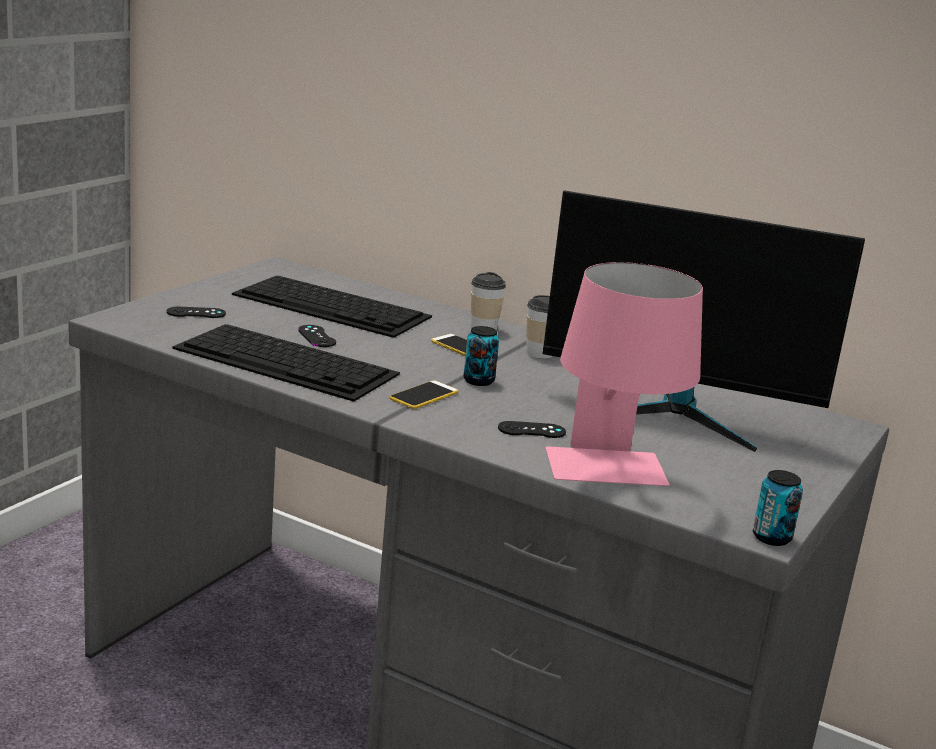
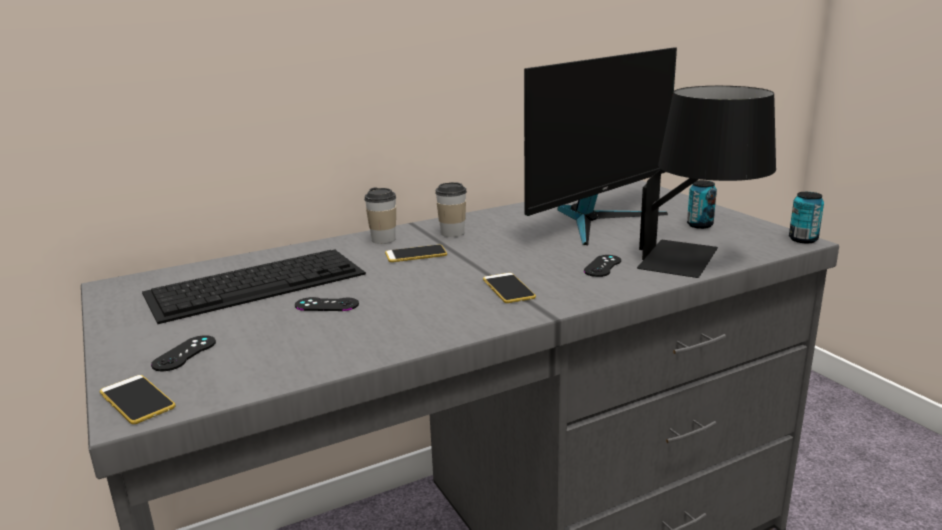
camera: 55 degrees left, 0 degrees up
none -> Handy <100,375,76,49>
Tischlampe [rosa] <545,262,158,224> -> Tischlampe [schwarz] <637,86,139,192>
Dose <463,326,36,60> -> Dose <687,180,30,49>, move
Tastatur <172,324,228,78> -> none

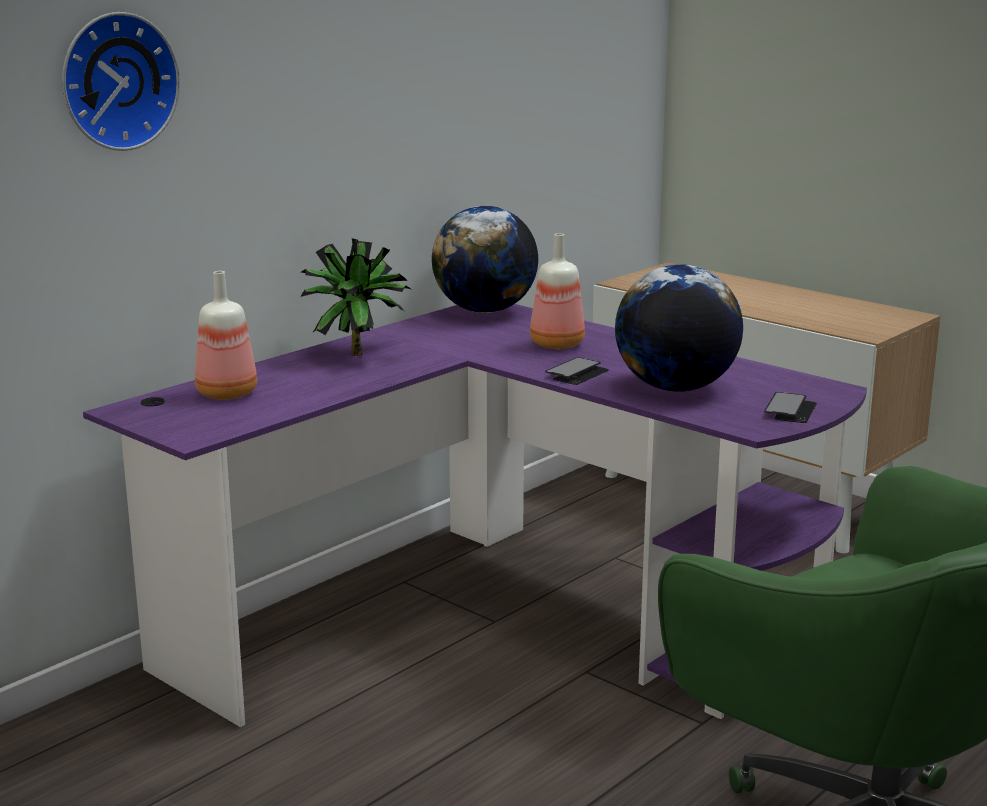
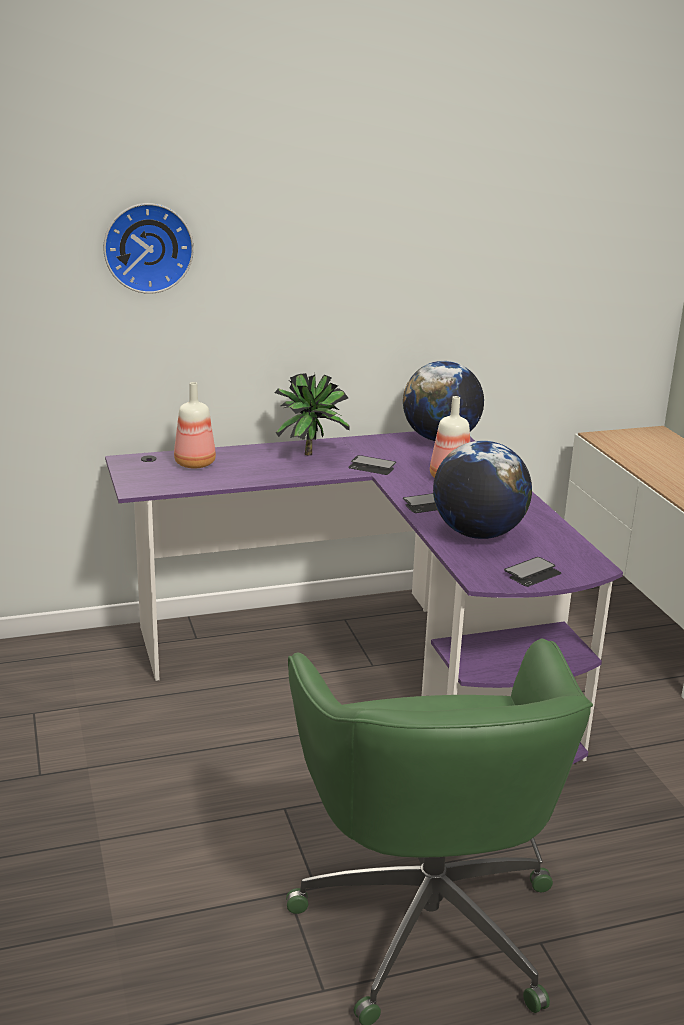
camera: 30 degrees right, 5 degrees up
none -> Handy <348,455,48,20>

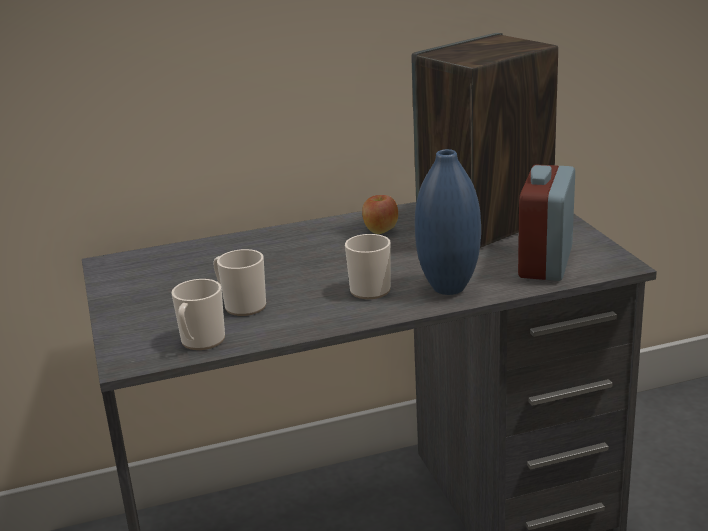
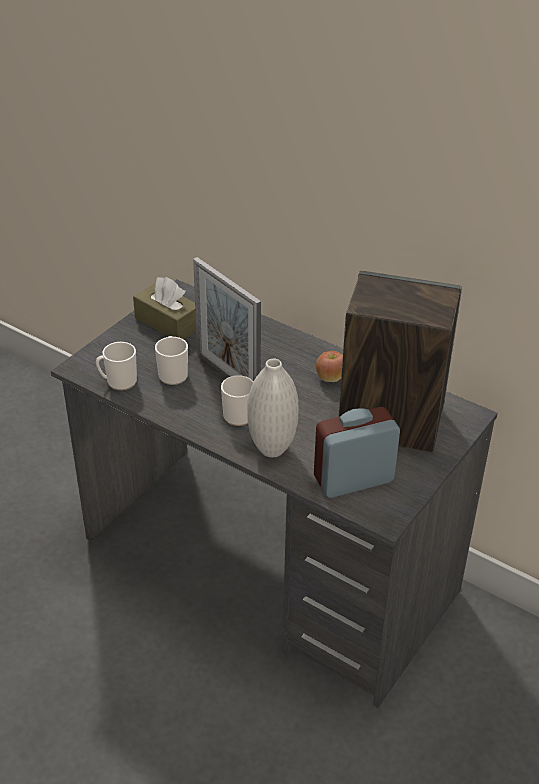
camera: 50 degrees right, 15 degrees up
none -> Taschentuchbox [braun] <133,277,63,62>
none -> Bilderrahmen <193,257,68,124>
Vase [blau] <415,149,66,146> -> Vase [weiß] <247,359,52,98>

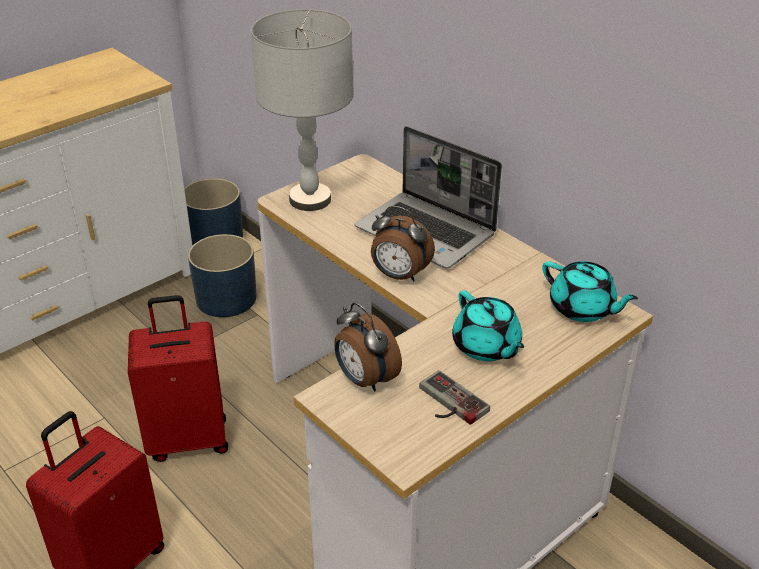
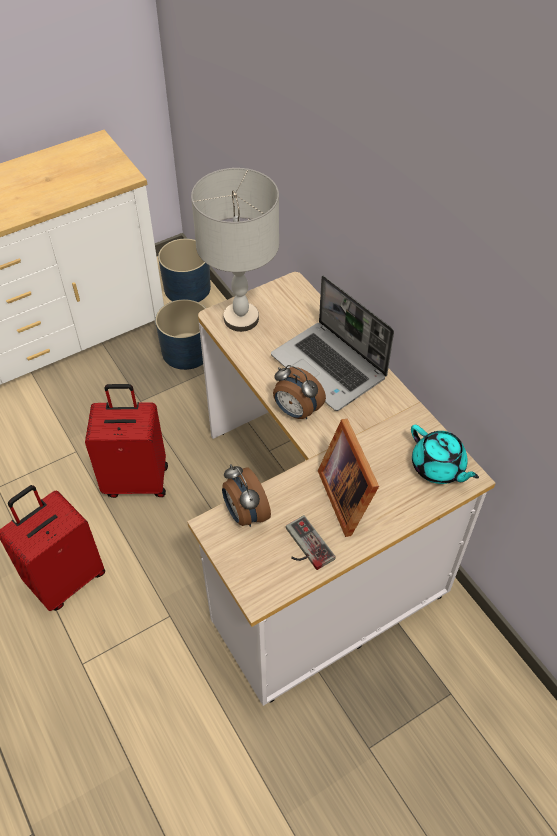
camera: 10 degrees right, 15 degrees up
Teekanne [türkis] <452,290,72,71> -> Bilderrahmen <318,419,61,118>

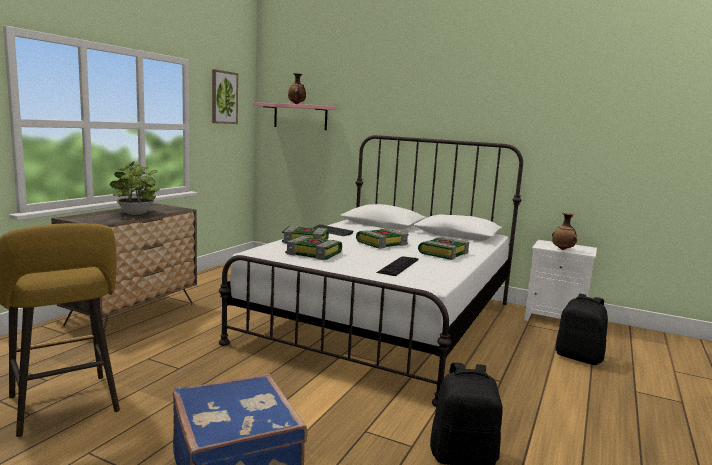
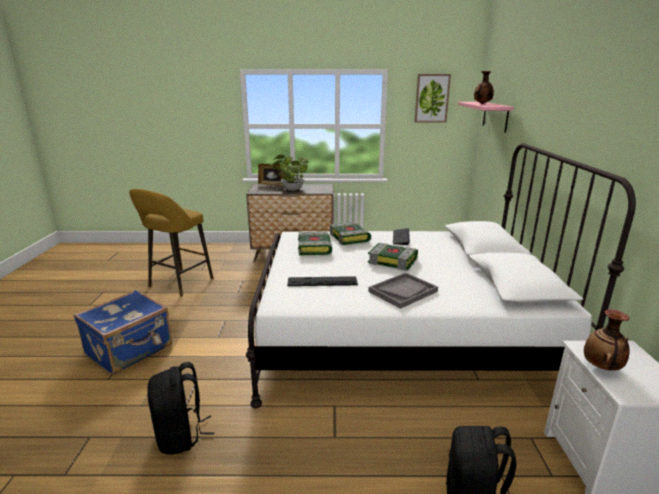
camera: 65 degrees right, 10 degrees up
none -> Bilderrahmen <258,164,26,22>
Buch <418,237,51,23> -> Tablett [grau] <368,272,70,37>

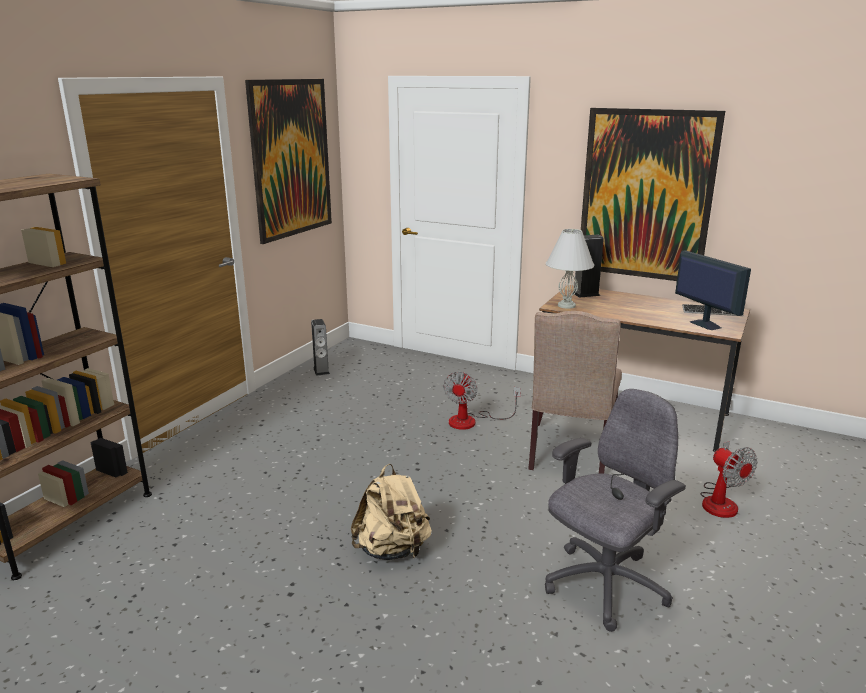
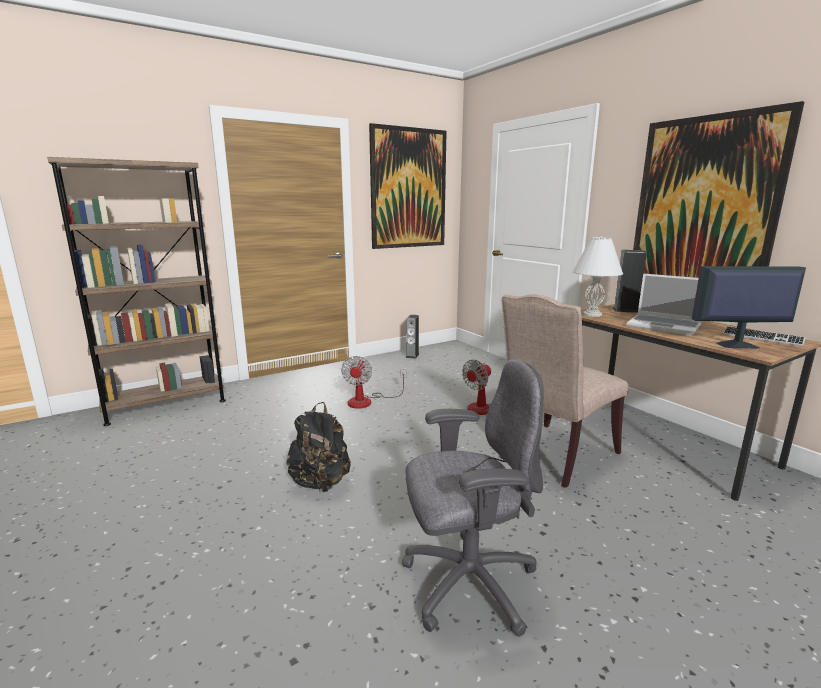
camera: 30 degrees right, 5 degrees down
Rucksack [beige] <351,464,81,96> -> Rucksack [schwarz] <286,402,65,90>
Ventilator <700,441,57,77> -> Ventilator <341,356,65,53>, move
none -> Laptop <627,273,75,63>
Monitor <675,250,76,80> -> Monitor <692,266,114,82>, 90 degrees counterclockwise

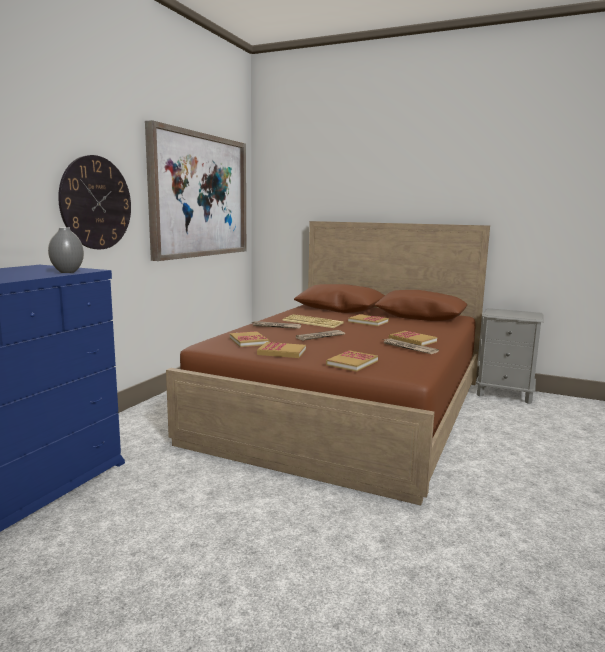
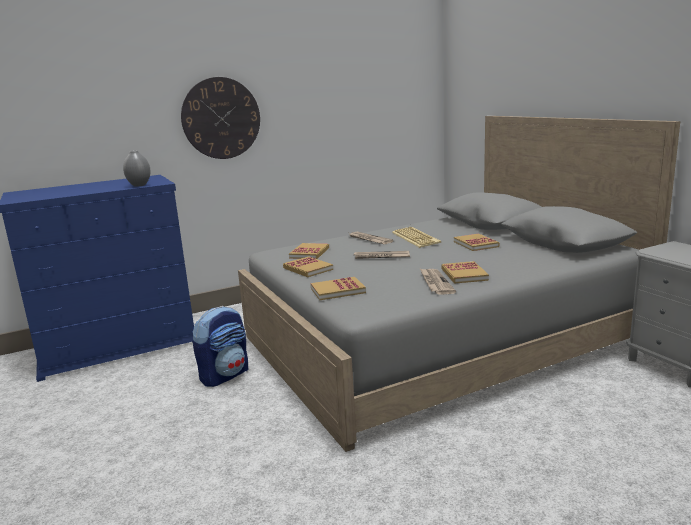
camera: 40 degrees right, 5 degrees up
none -> Rucksack <192,306,56,81>
Bett [braun] <166,221,324,284> -> Bett [grau] <238,116,442,336>
Bild <145,120,101,141> -> none

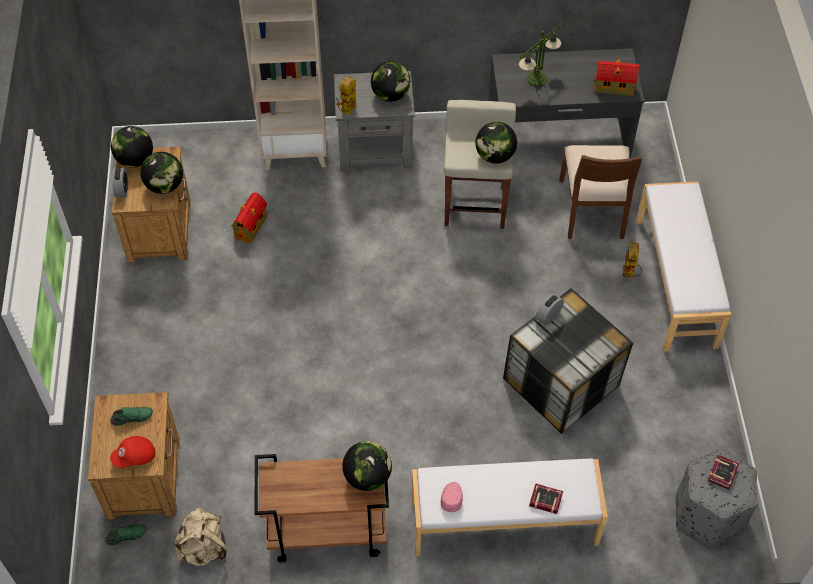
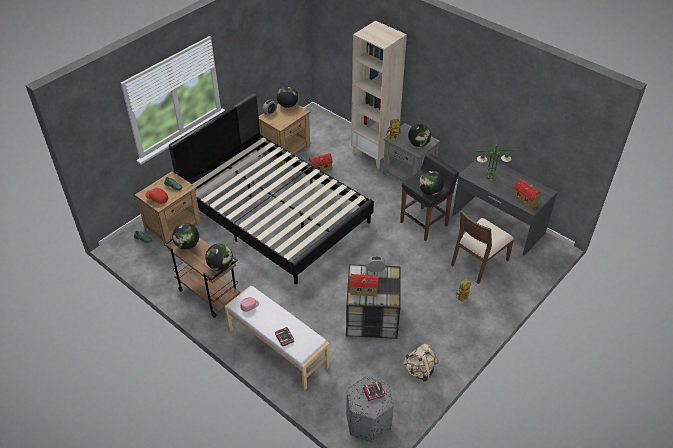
camera: 45 degrees right, 10 degrees down
none -> Bett [schwarz] <169,94,205,190>
Globus <140,152,43,42> -> Globus <172,223,27,27>, move
none -> Spielzeughaus <350,273,29,24>
Hocker [beige] <444,100,72,129> -> Hocker [schwarz] <400,153,59,88>
Rucksack [beige] <174,508,53,59> -> Rucksack [beige] <403,344,35,38>, move
Bank [weiß] <636,181,96,171> -> none

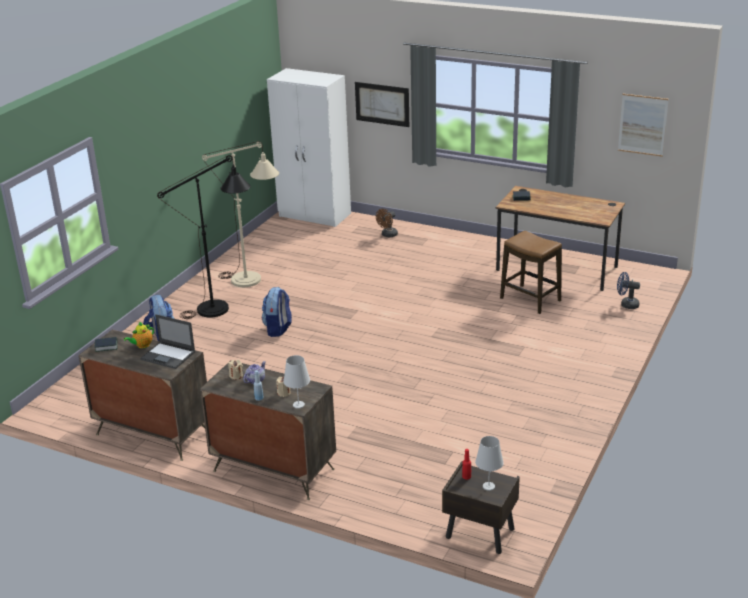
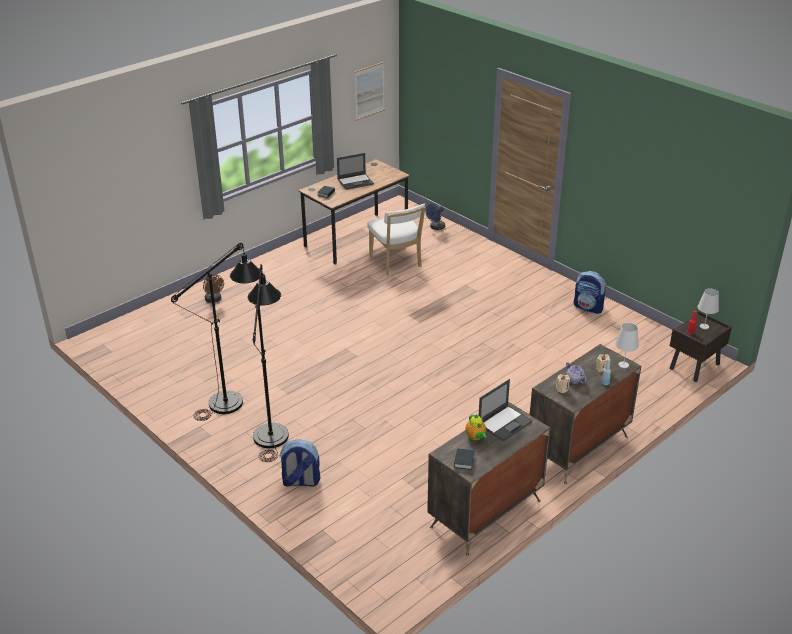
camera: 70 degrees left, 5 degrees up
Stehlampe [beige] <202,141,77,146> -> Stehlampe [schwarz] <171,243,90,178>
none -> Laptop <337,153,37,37>
Hocker <500,230,62,84> -> Stuhl [weiß] <367,204,59,71>
Rucksack <262,287,30,50> -> Rucksack <574,271,33,43>, move
Kleiderschrank [weiß] <267,68,84,159> -> none
Bild <355,82,54,45> -> none

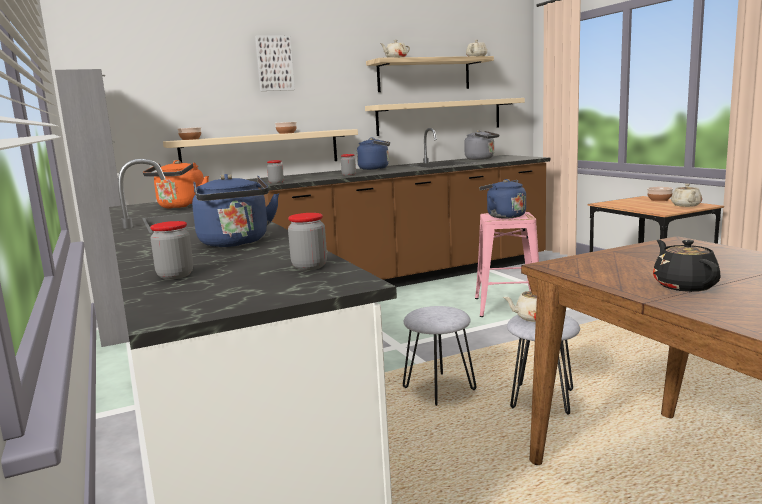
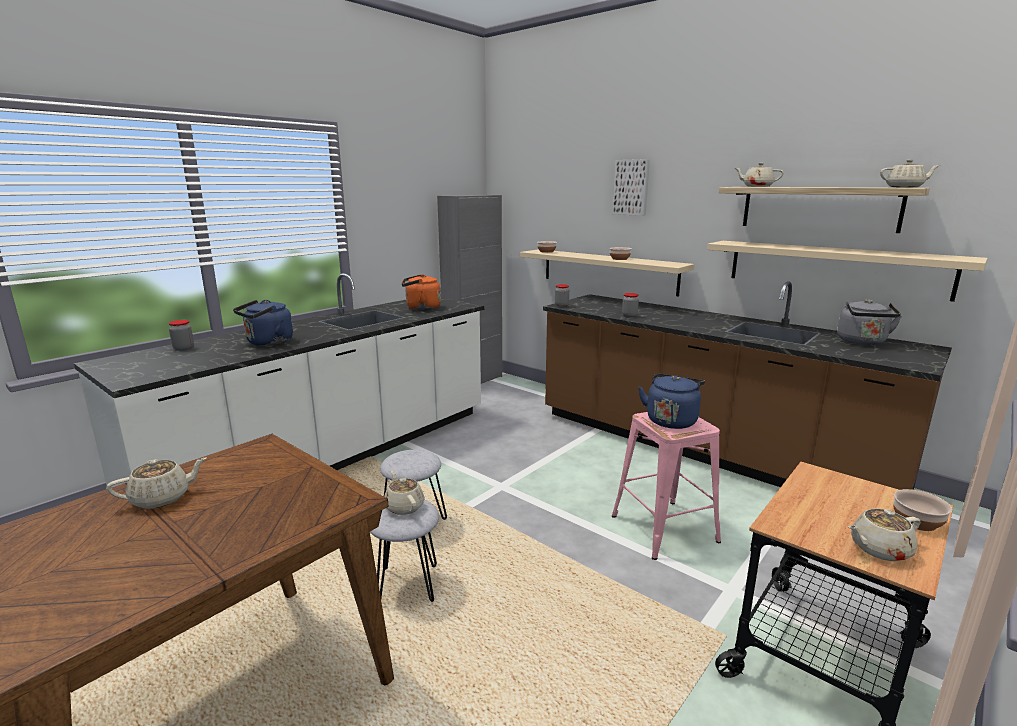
camera: 65 degrees right, 5 degrees up
Teekanne [schwarz] <653,240,68,52> -> Teekanne [beige] <106,457,100,52>
Vorratsglas <288,213,39,57> -> none
Wasserkessel [blau] <357,138,33,32> -> none

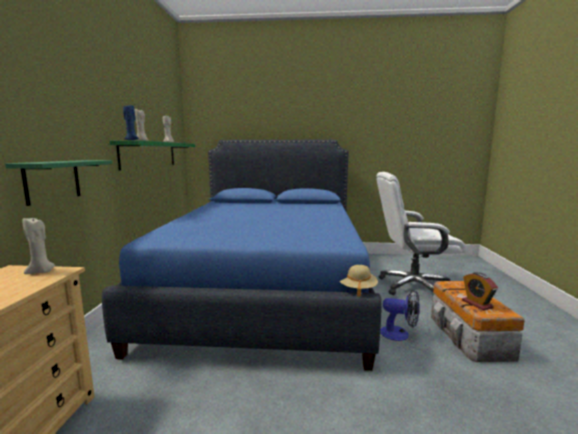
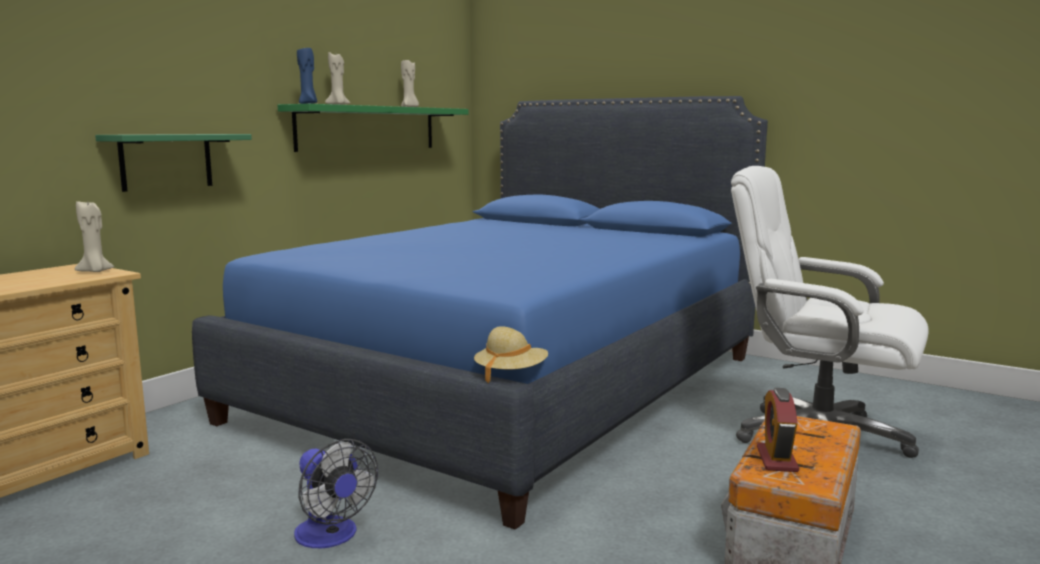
camera: 30 degrees right, 0 degrees up
Ventilator <380,289,40,52> -> Ventilator <294,439,84,109>, move

